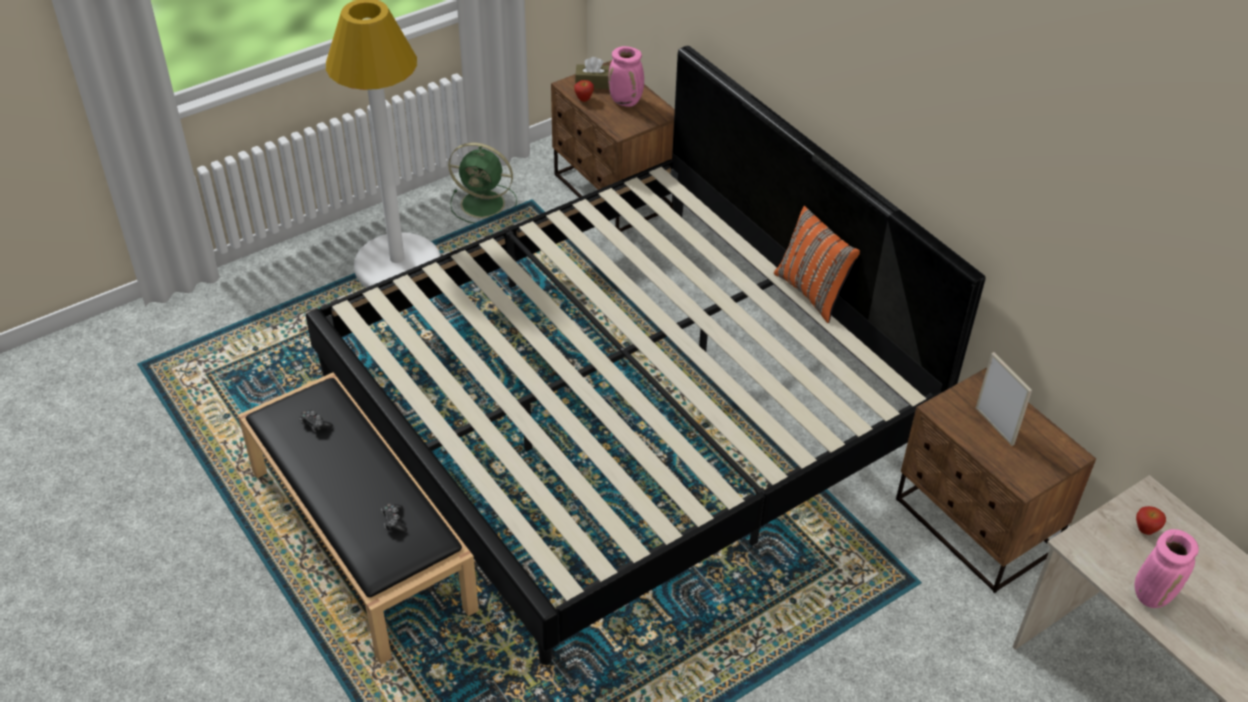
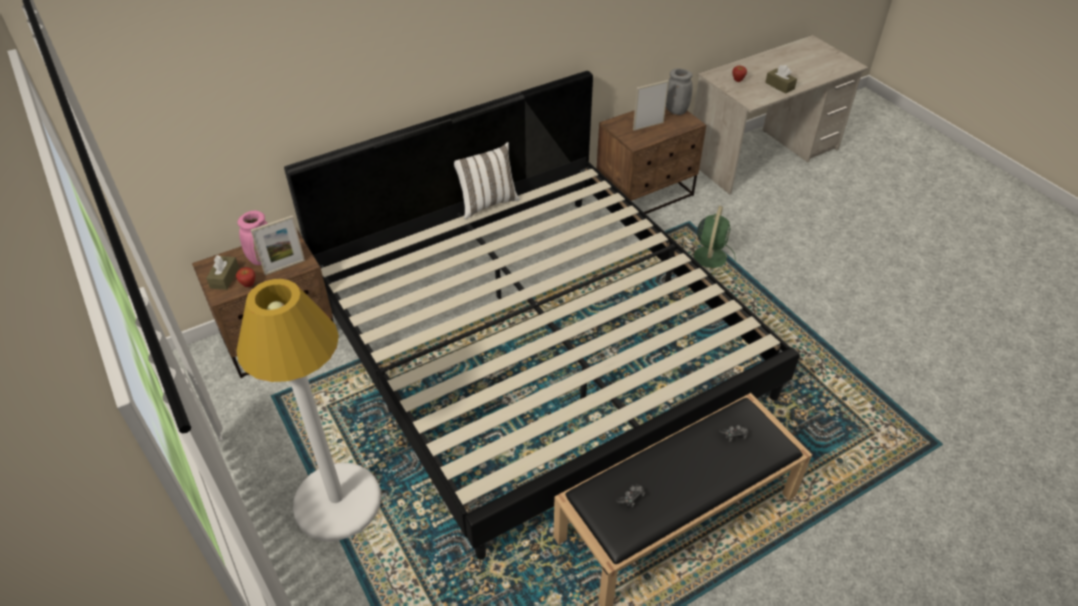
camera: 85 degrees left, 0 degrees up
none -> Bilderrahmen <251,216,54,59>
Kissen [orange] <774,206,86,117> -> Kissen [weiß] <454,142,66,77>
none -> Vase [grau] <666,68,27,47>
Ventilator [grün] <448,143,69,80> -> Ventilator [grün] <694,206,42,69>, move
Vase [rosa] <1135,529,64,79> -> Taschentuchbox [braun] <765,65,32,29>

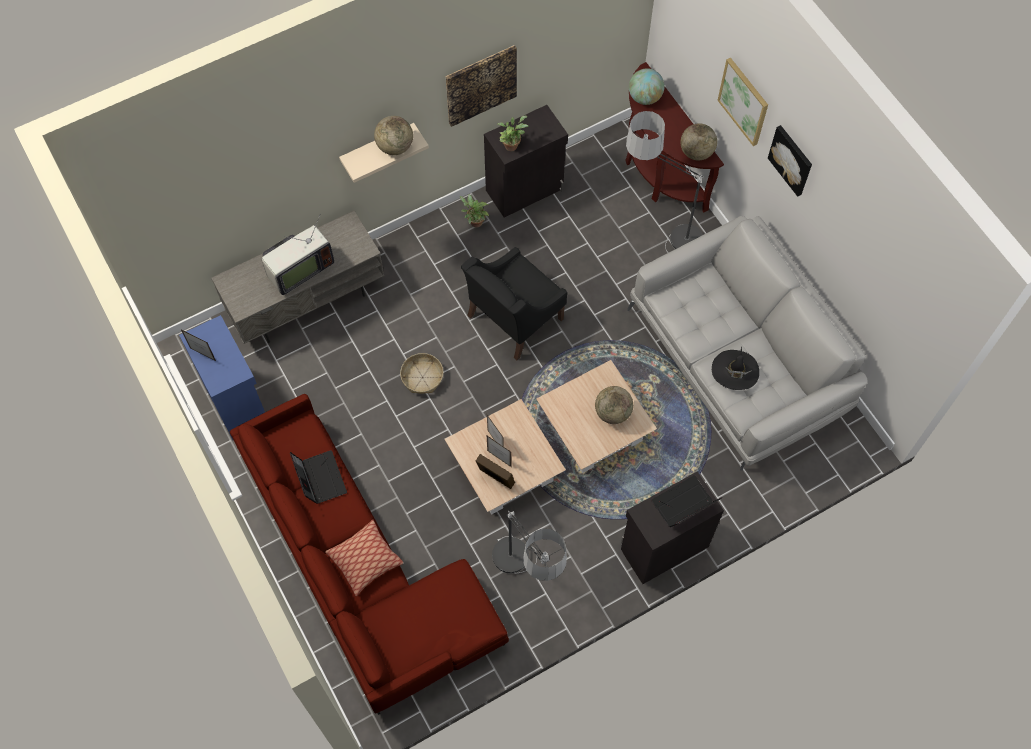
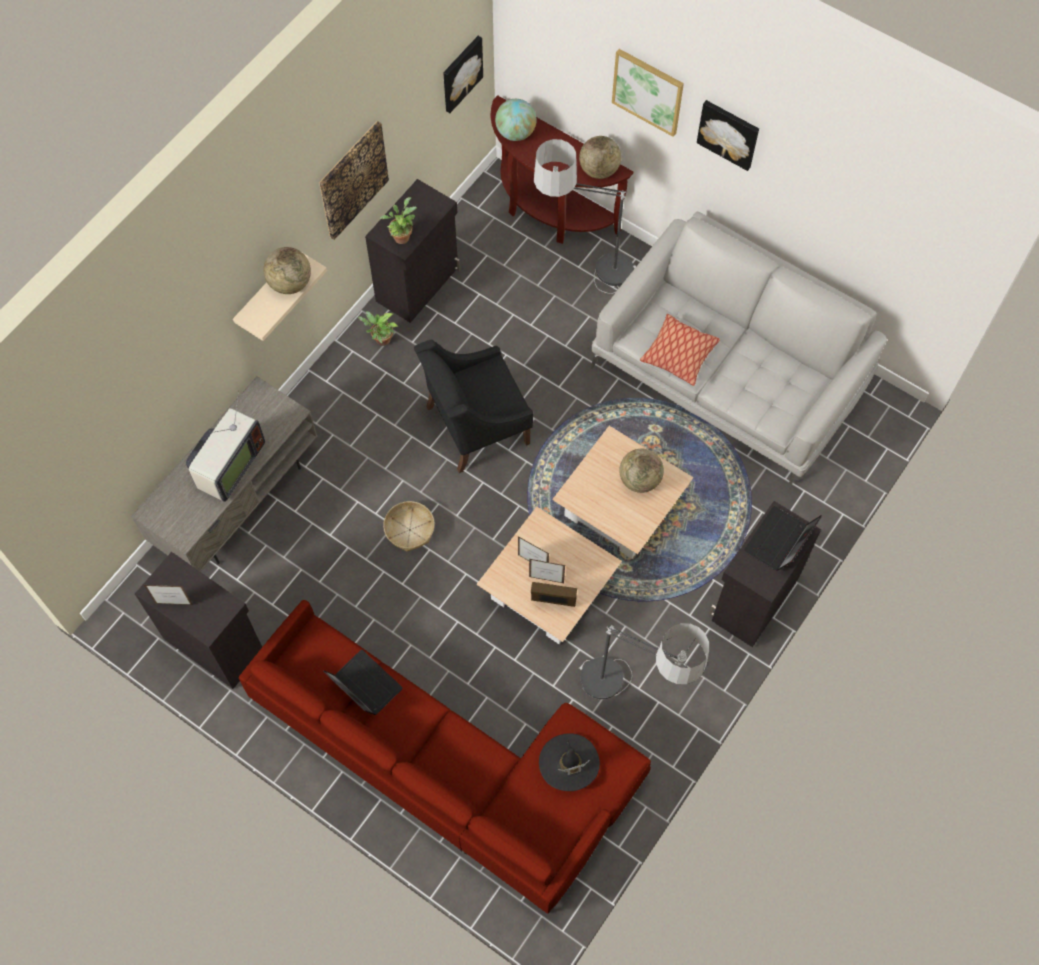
camera: 25 degrees left, 0 degrees up
Schrank [blau] <179,315,86,125> -> Schrank [schwarz] <135,552,127,137>
Sessel [schwarz] <461,247,106,113> -> Sessel [schwarz] <414,339,119,134>, 45 degrees clockwise
none -> Bild <443,36,40,77>
Hut [schwarz] <712,347,47,43> -> Hut [schwarz] <539,733,61,58>, move
Kissen <325,519,78,77> -> Kissen <640,314,80,72>, move

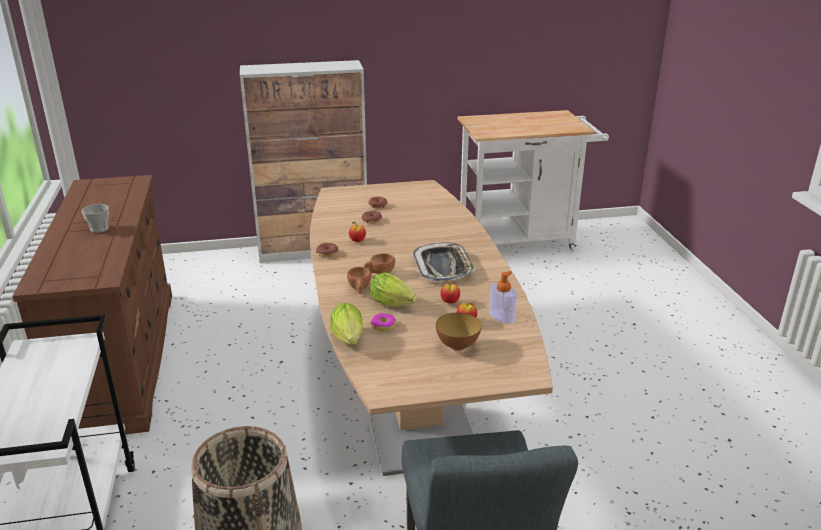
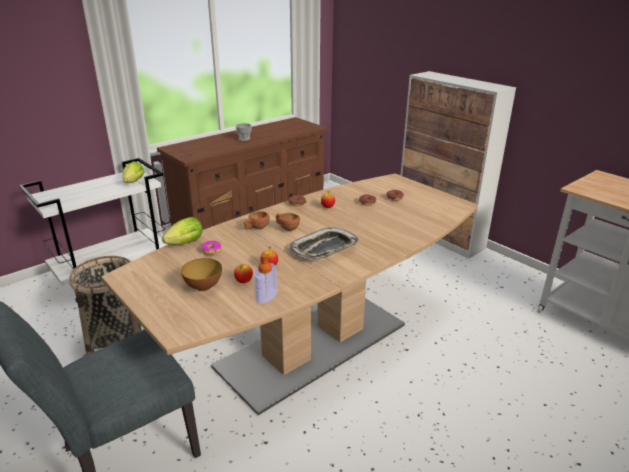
camera: 60 degrees right, 0 degrees up
Salatkopf <370,272,47,35> -> Salatkopf <123,161,22,22>, move

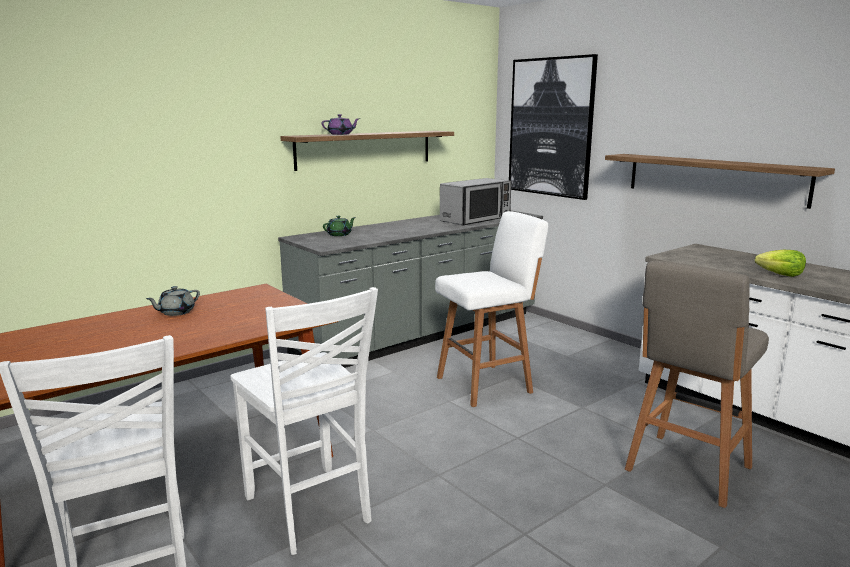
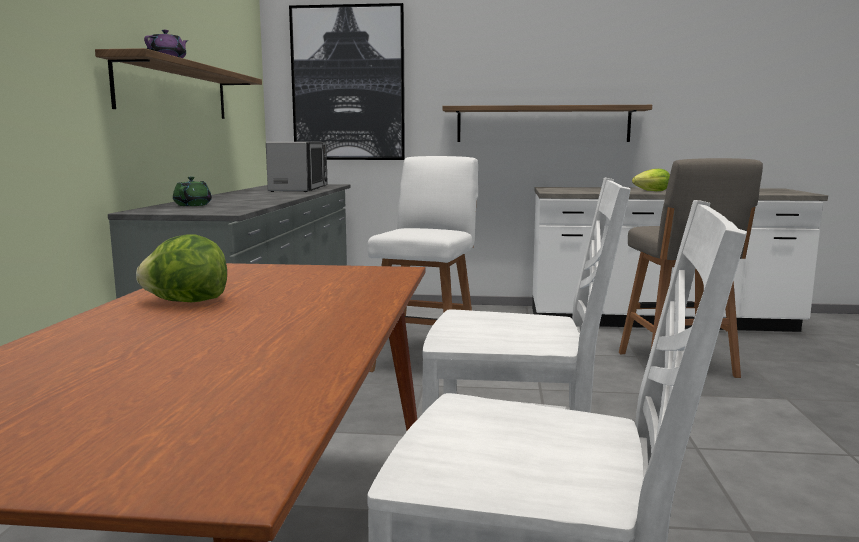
camera: 45 degrees left, 5 degrees down
Teekanne [grau] <146,286,54,30> -> Salatkopf <136,234,91,68>

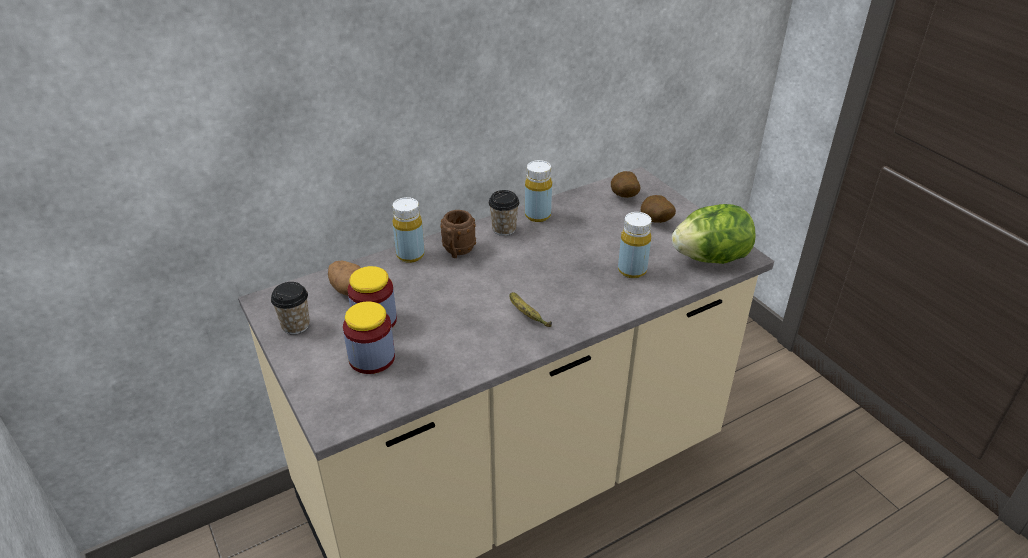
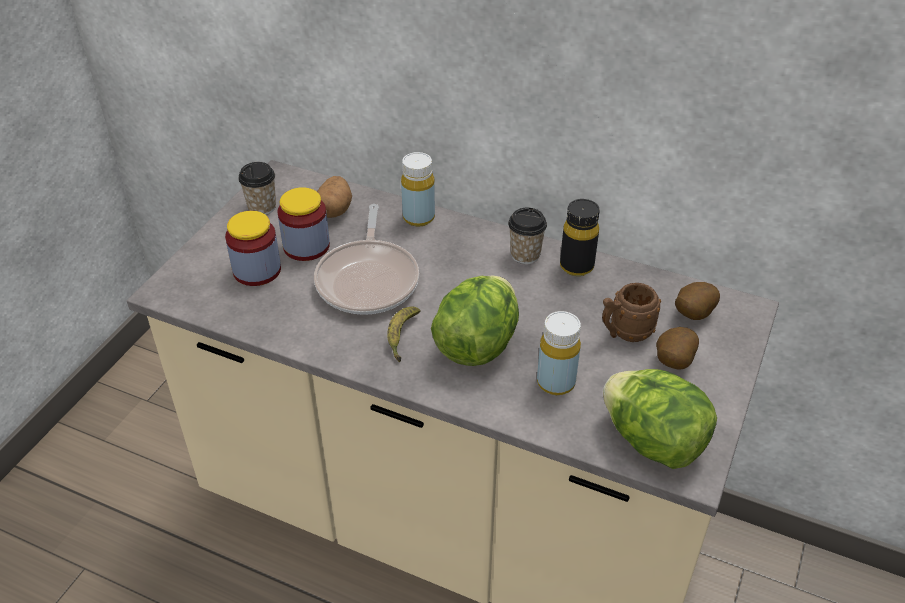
camera: 55 degrees right, 5 degrees up
none -> Pfanne <314,204,105,111>
none -> Salatkopf <431,275,88,91>
Flasche [gelb] <525,160,27,62> -> Flasche [schwarz] <560,199,40,77>
Henkelbecher [braun] <440,210,36,48> -> Henkelbecher [braun] <602,283,59,59>, move

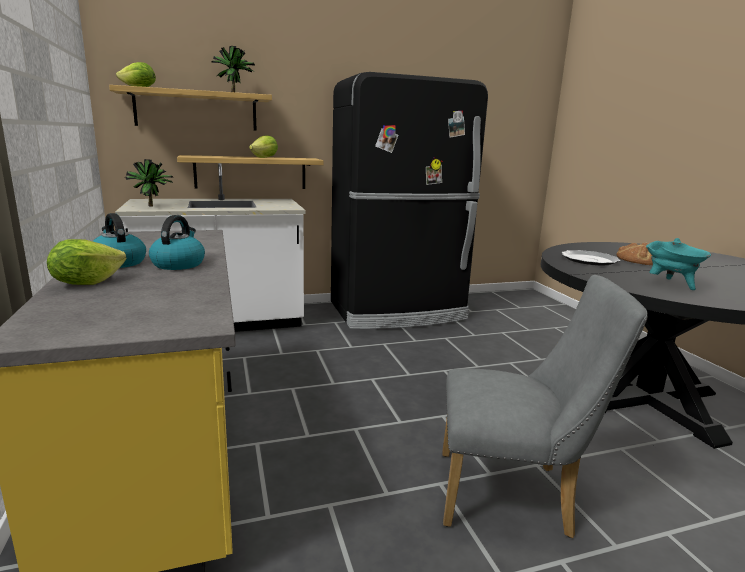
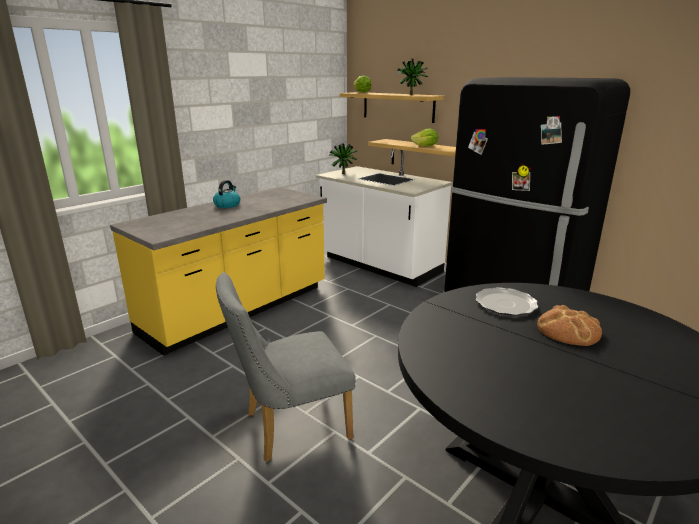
camera: 60 degrees right, 5 degrees up
Stuhl [grau] <442,275,206,263> -> Stuhl [grau] <216,272,139,190>, 90 degrees clockwise
Salatkopf <47,239,79,46> -> none
Wasserkessel <149,215,56,55> -> none
Kochtopf [türkis] <646,238,65,52> -> none

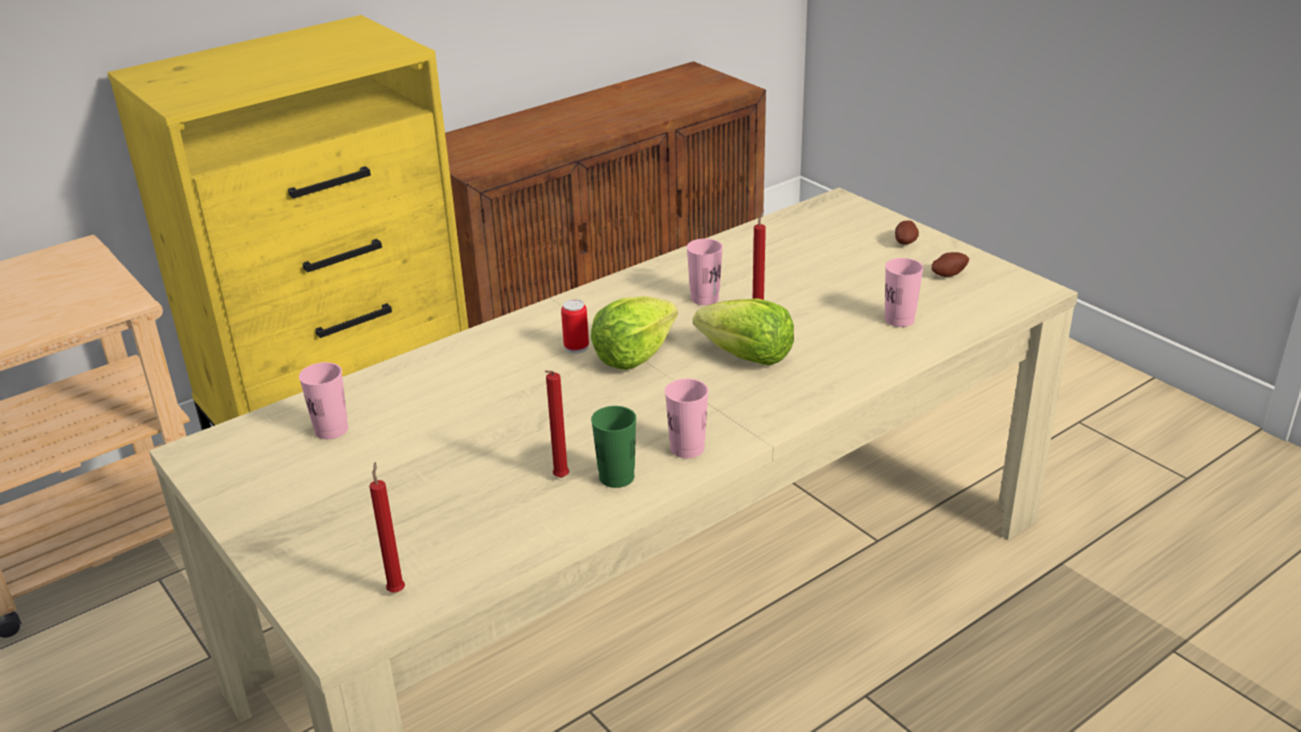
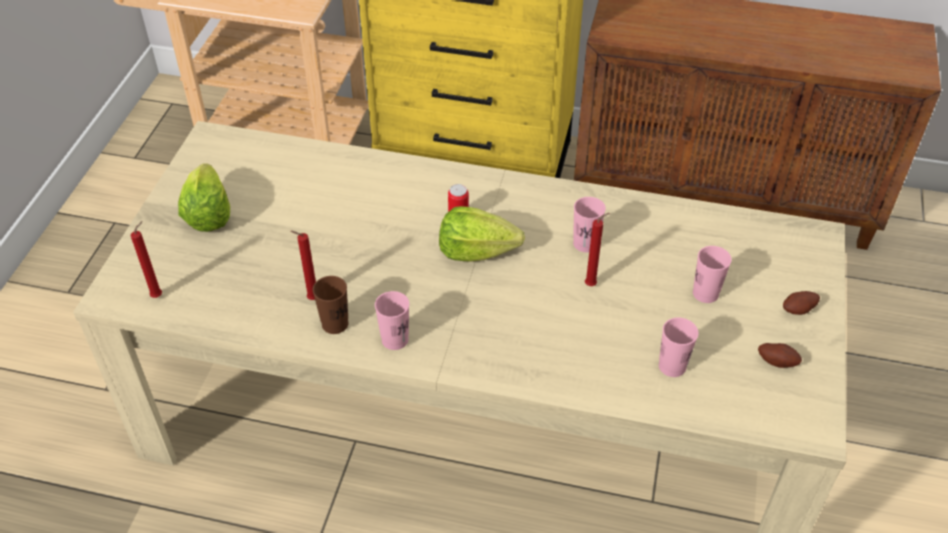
camera: 50 degrees right, 15 degrees up
Salatkopf <693,298,101,68> -> Salatkopf <178,163,52,69>, move
Tasse [grün] <591,406,45,82> -> Tasse [braun] <313,276,36,58>
Tasse [rosa] <299,362,49,77> -> Tasse [rosa] <693,246,39,57>, move

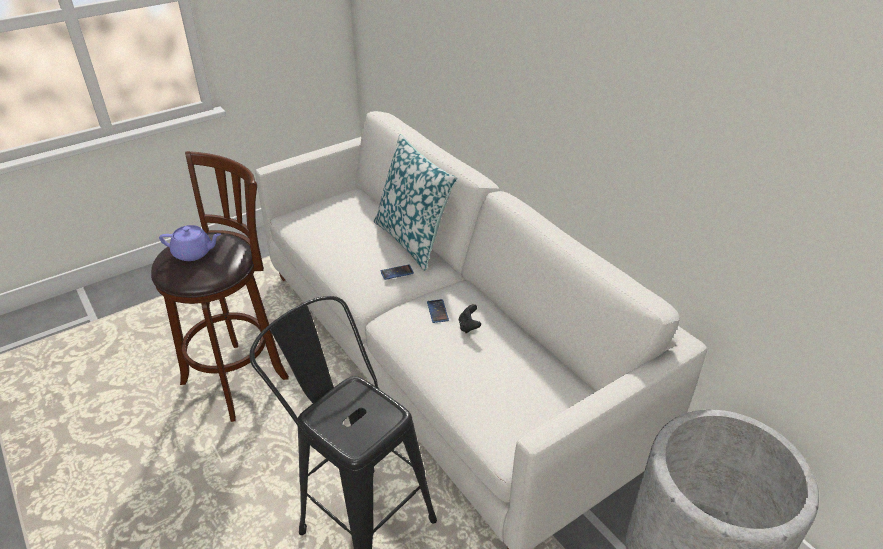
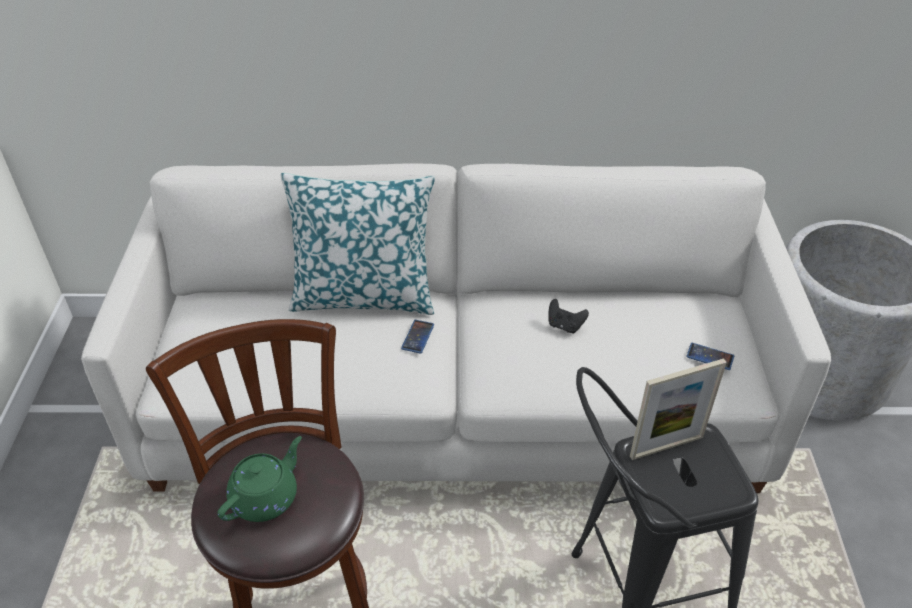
camera: 55 degrees left, 5 degrees up
Teekanne [lila] <159,225,62,36> -> Teekanne [grün] <217,436,85,86>
none -> Bilderrahmen <630,358,97,102>
Handy <427,299,22,24> -> Handy <686,343,48,27>, move

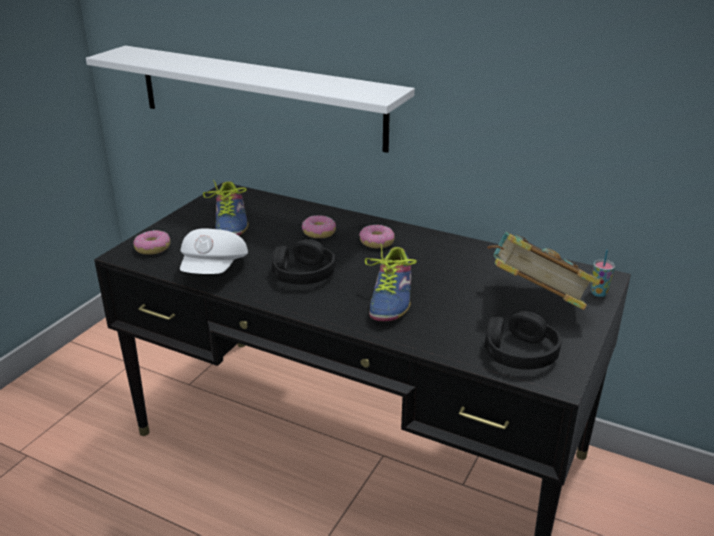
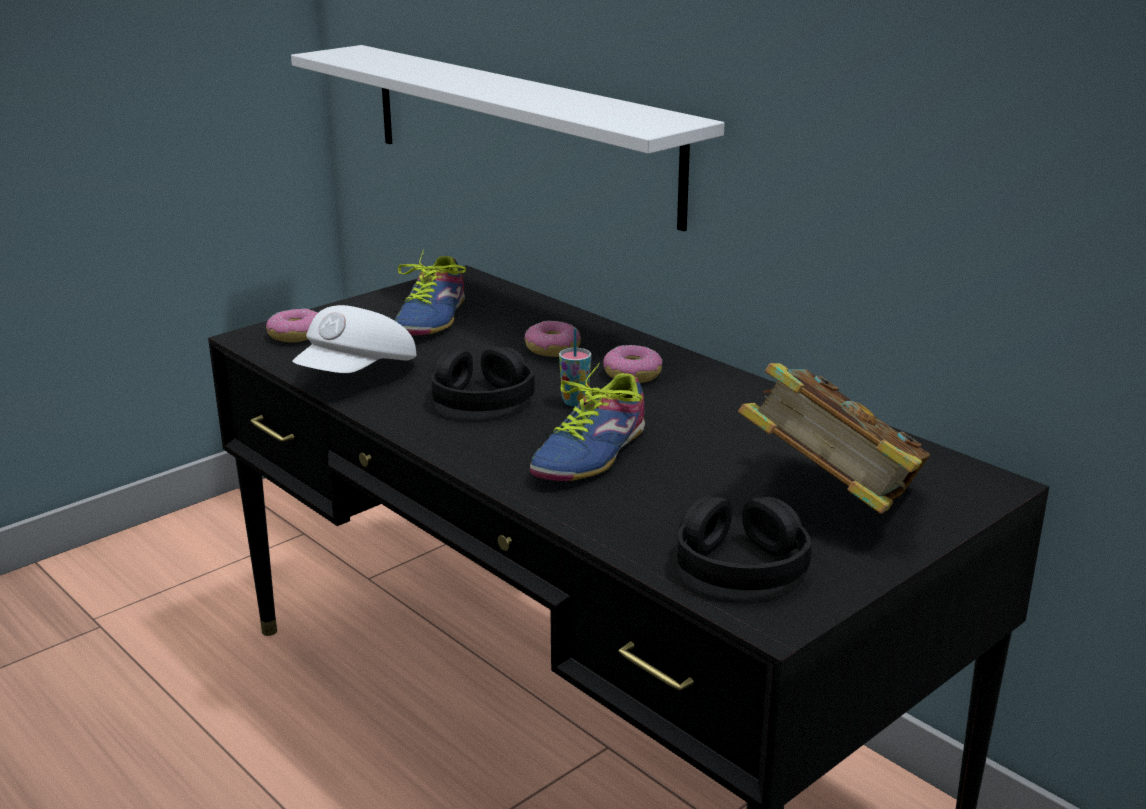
camera: 20 degrees right, 5 degrees down
Tasse <591,250,24,47> -> Tasse <559,329,32,77>, move

